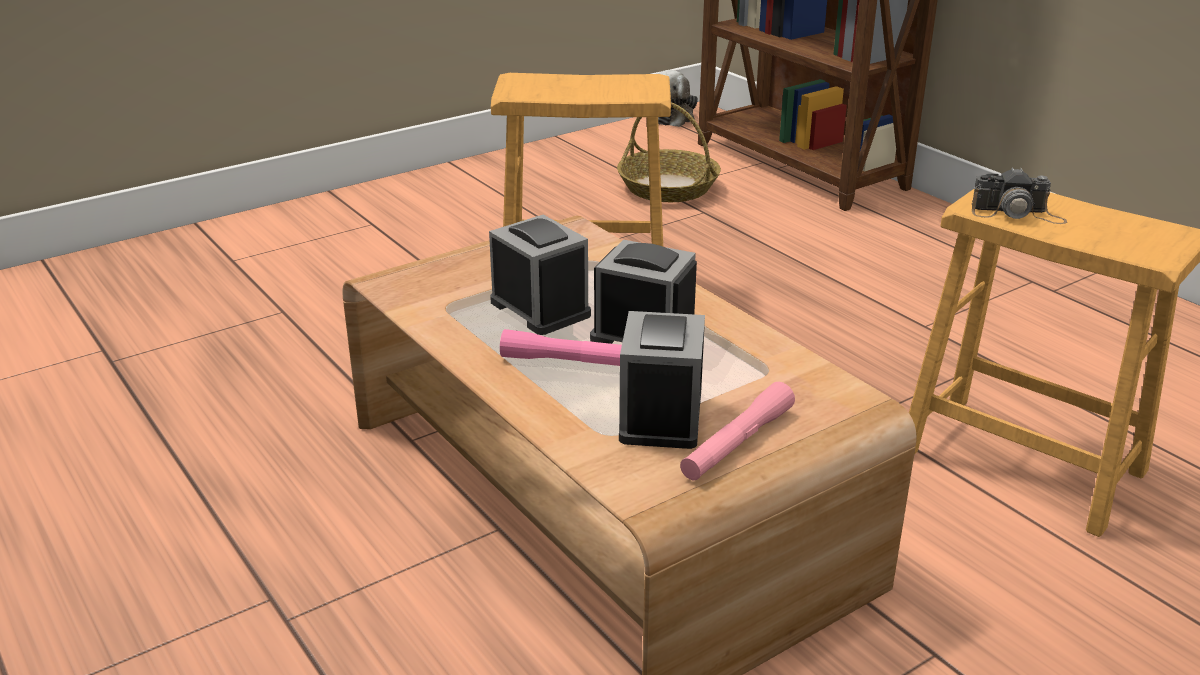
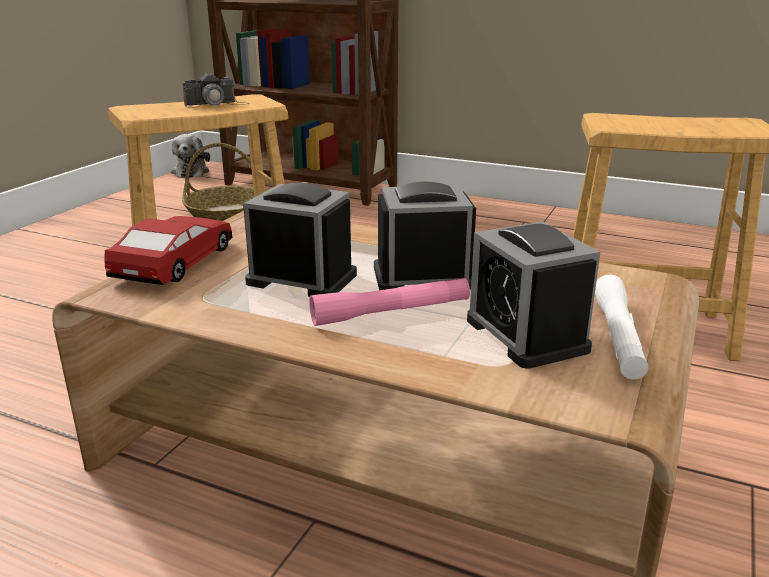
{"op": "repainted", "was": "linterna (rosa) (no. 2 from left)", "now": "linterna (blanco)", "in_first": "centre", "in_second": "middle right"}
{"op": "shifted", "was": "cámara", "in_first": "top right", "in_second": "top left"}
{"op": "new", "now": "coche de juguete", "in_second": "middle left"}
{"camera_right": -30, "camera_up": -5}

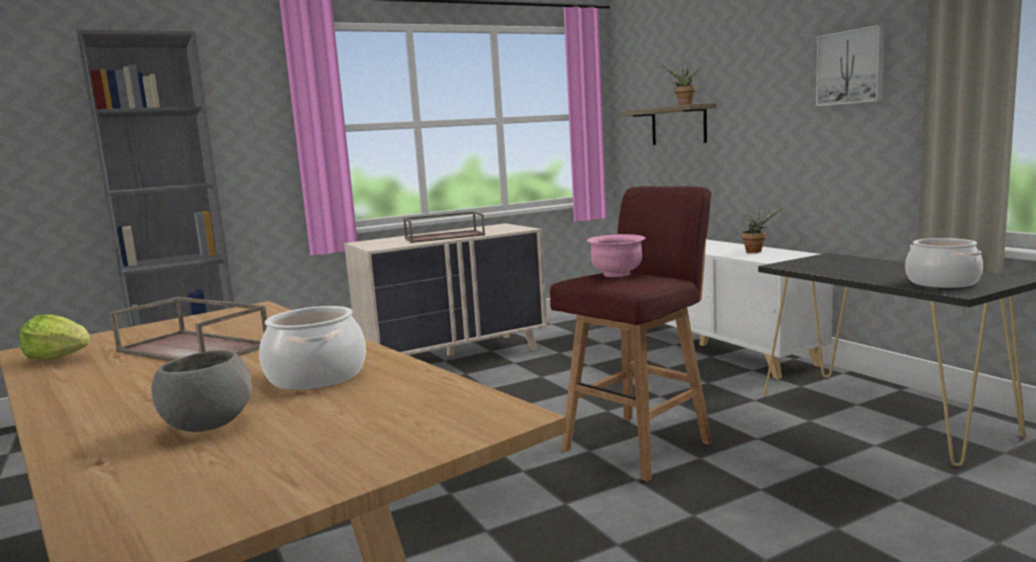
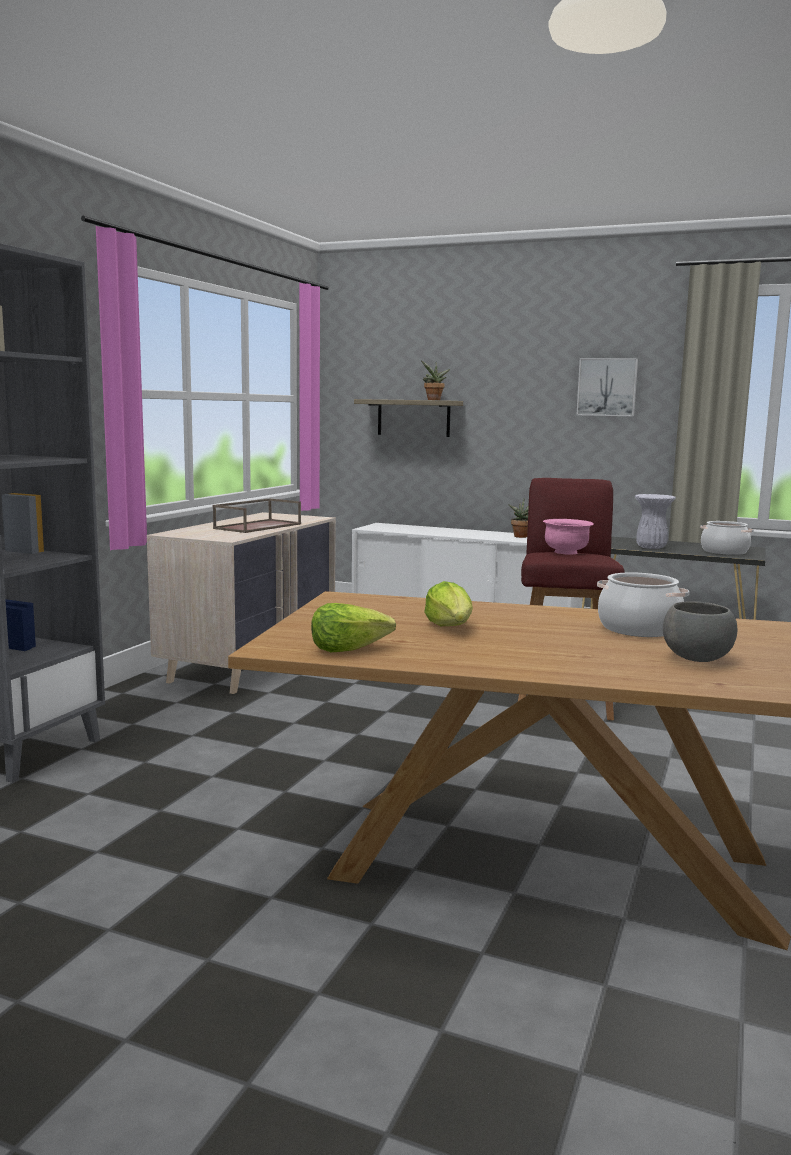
{"op": "swapped", "was": "bandeja (marrón) (no. 1 from left)", "now": "lechuga (no. 2 from left)", "in_first": "middle left", "in_second": "centre"}
{"op": "new", "now": "florero (blanco)", "in_second": "middle right"}
{"camera_right": -40, "camera_up": 0}

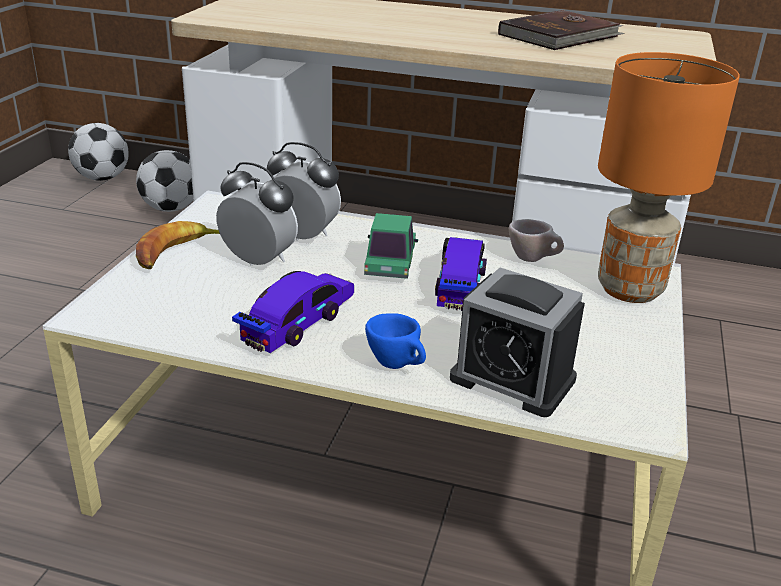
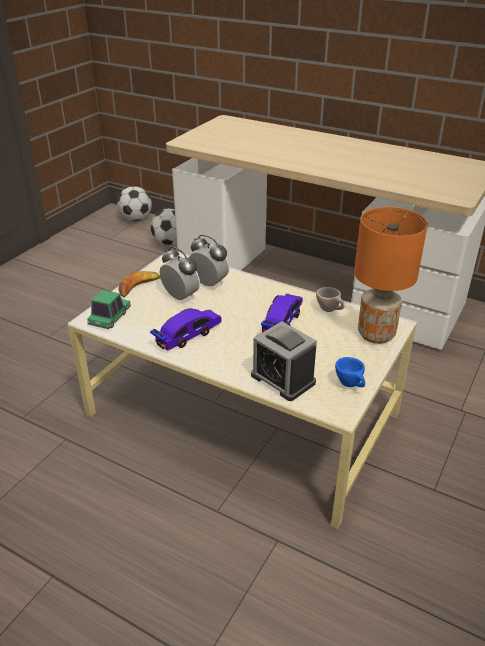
{"op": "shifted", "was": "coche de juguete (no. 2 from left in the first image)", "now": "coche de juguete (no. 1 from left)", "in_first": "centre", "in_second": "middle left"}
{"op": "shifted", "was": "taza (azul)", "in_first": "centre", "in_second": "middle right"}
{"op": "gone", "was": "libro (marrón)", "in_first": "top right"}
{"camera_right": 15, "camera_up": 5}

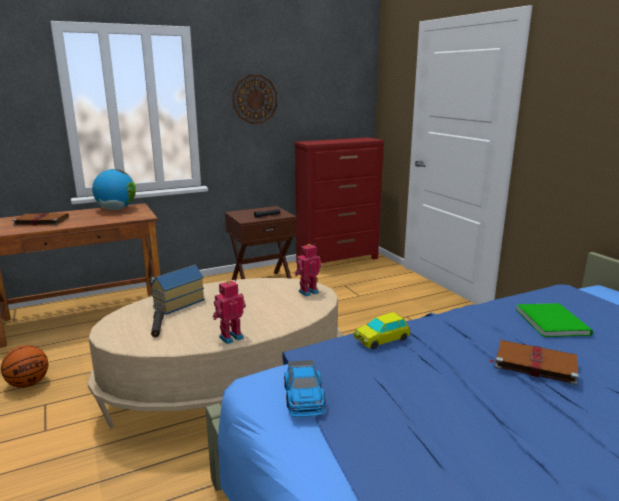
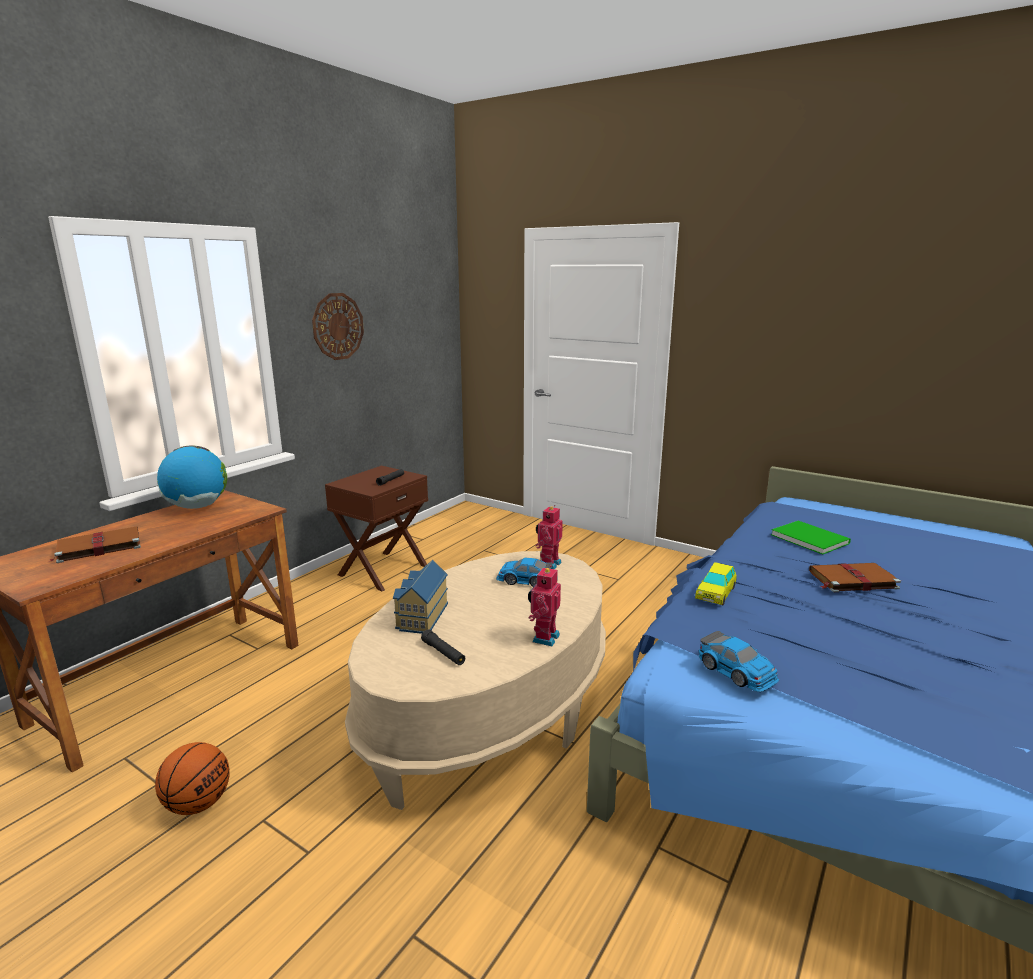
{"op": "gone", "was": "cómoda (rojo)", "in_first": "centre"}
{"op": "new", "now": "coche de juguete (no. 1 from left)", "in_second": "centre"}
{"camera_right": -30, "camera_up": 0}

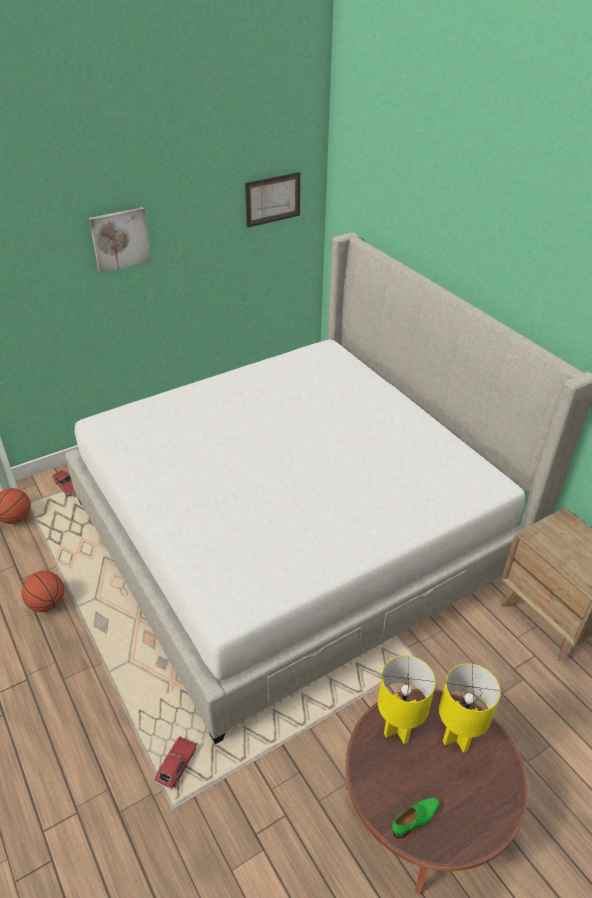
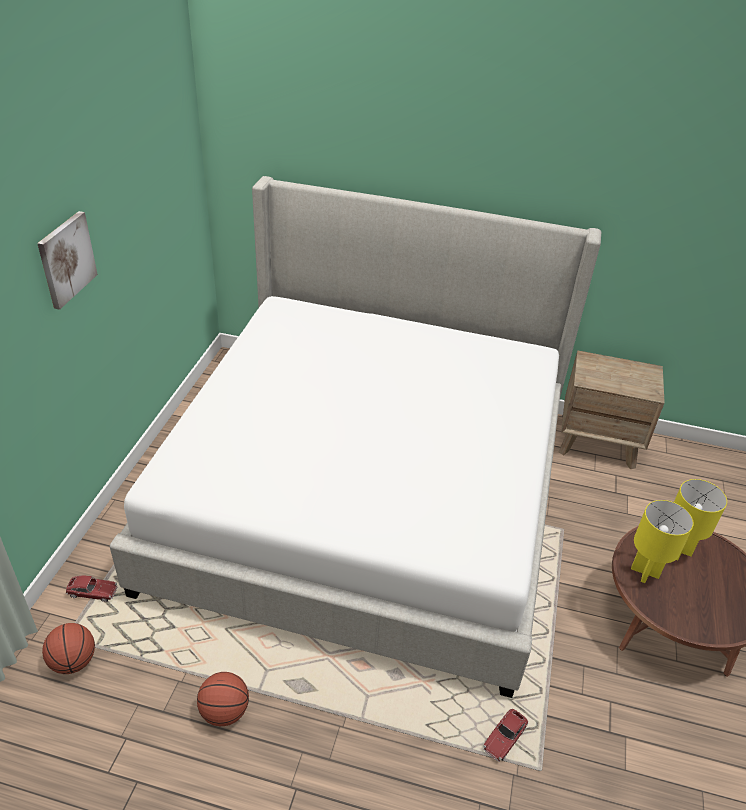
{"op": "rotated", "was": "coche de juguete (no. 2 from left)", "in_first": "bottom left", "in_second": "bottom right", "clockwise": -120}
{"op": "gone", "was": "cuadro (no. 2 from left)", "in_first": "top centre"}
{"op": "gone", "was": "zapato (verde)", "in_first": "bottom right"}
{"camera_right": -45, "camera_up": 0}

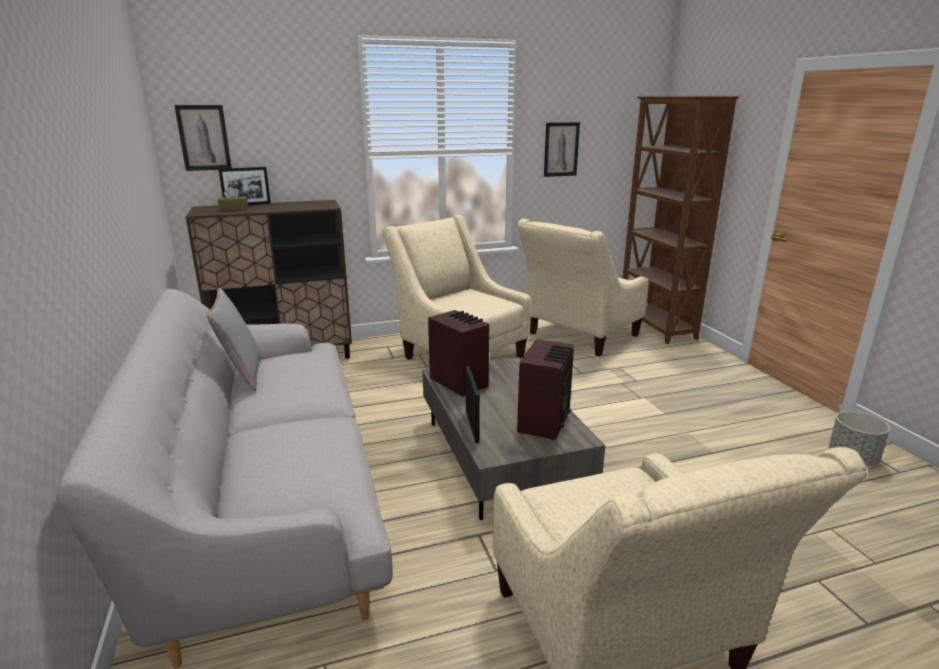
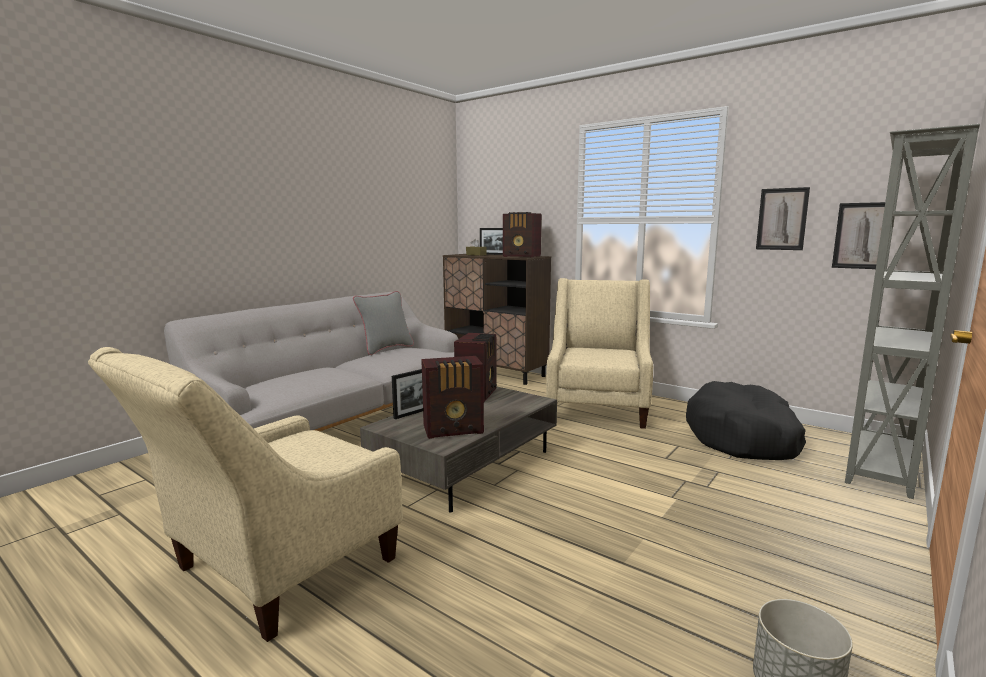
{"op": "shifted", "was": "cuadro (no. 1 from left in the first image)", "now": "cuadro (no. 2 from left)", "in_first": "top left", "in_second": "middle right"}
{"op": "swapped", "was": "sillón (beis) (no. 2 from left)", "now": "cama para perro (negro)", "in_first": "centre", "in_second": "middle right"}
{"op": "repainted", "was": "estantería (marrón)", "now": "estantería (gris)", "in_first": "top right", "in_second": "middle right"}
{"op": "new", "now": "radio (no. 3 from left)", "in_second": "centre"}
{"camera_right": 55, "camera_up": -10}

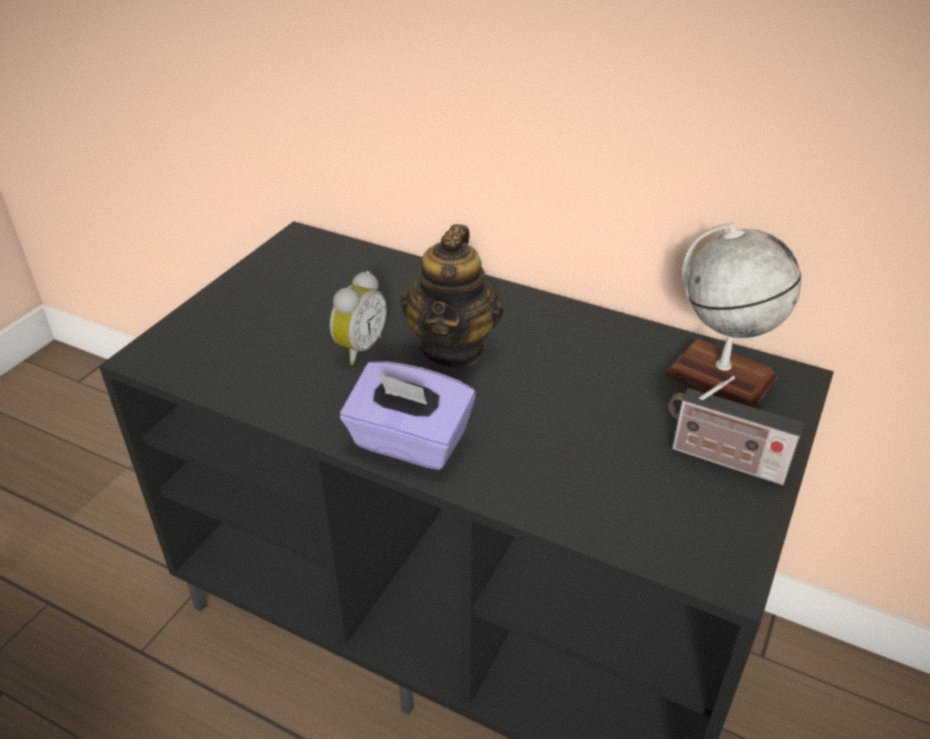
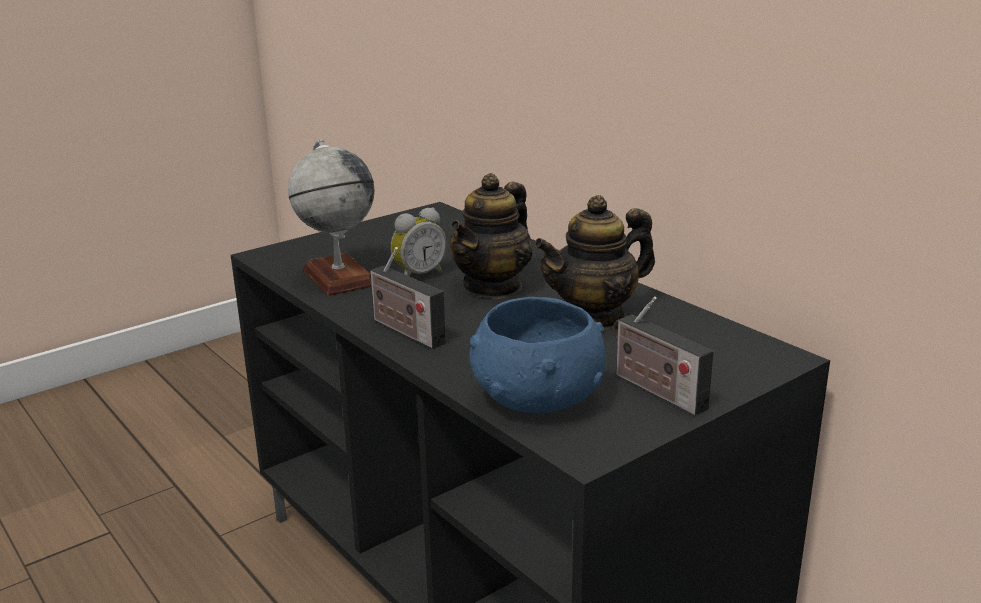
{"op": "swapped", "was": "caja de pañuelos (morado)", "now": "radio (no. 1 from left)", "in_first": "centre", "in_second": "centre"}
{"op": "shifted", "was": "globo terráqueo", "in_first": "middle right", "in_second": "centre"}
{"op": "new", "now": "cuenco (azul)", "in_second": "centre"}
{"op": "new", "now": "tetera (no. 2 from left)", "in_second": "centre"}
{"camera_right": 25, "camera_up": -15}

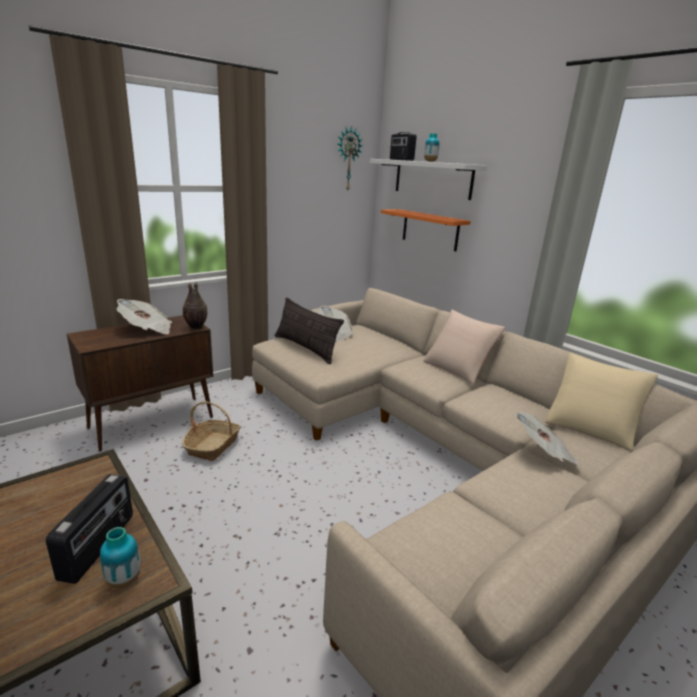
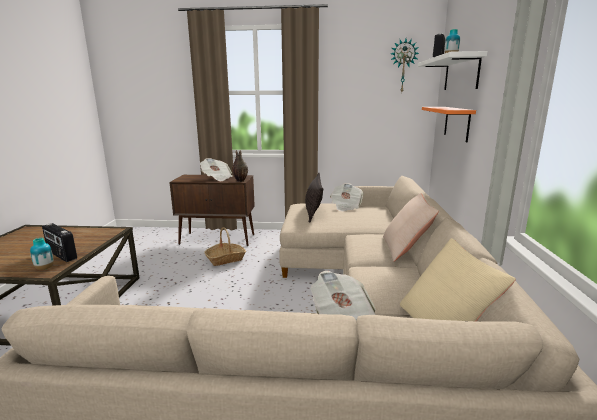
{"op": "rotated", "was": "radio (no. 1 from left)", "in_first": "bottom left", "in_second": "middle left", "clockwise": 75}
{"camera_right": 45, "camera_up": -5}

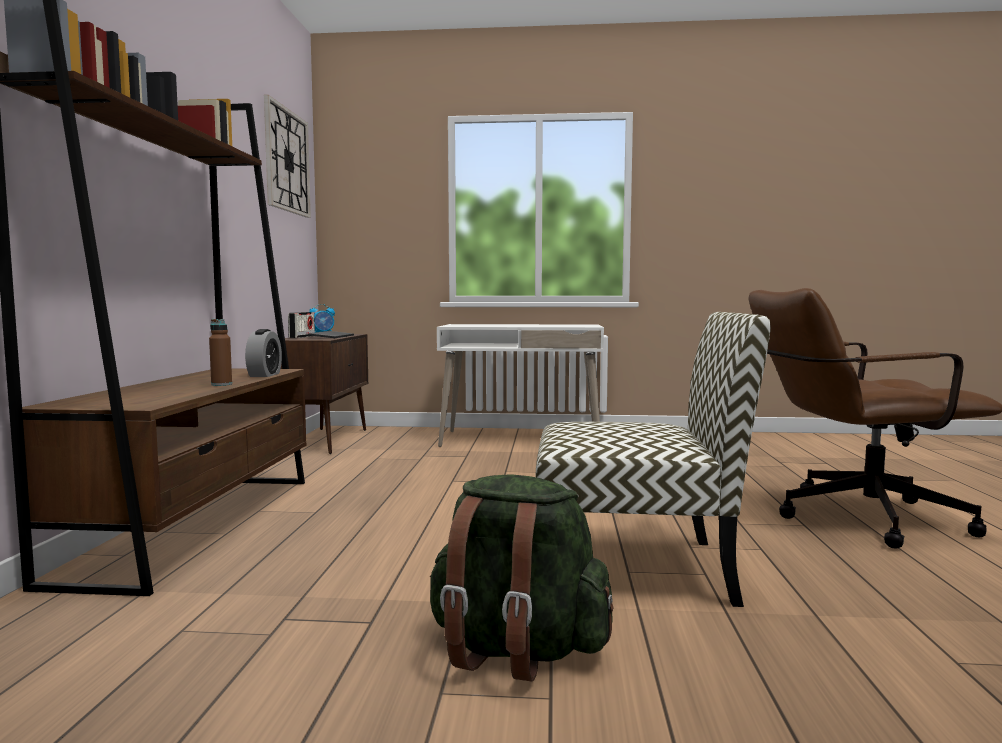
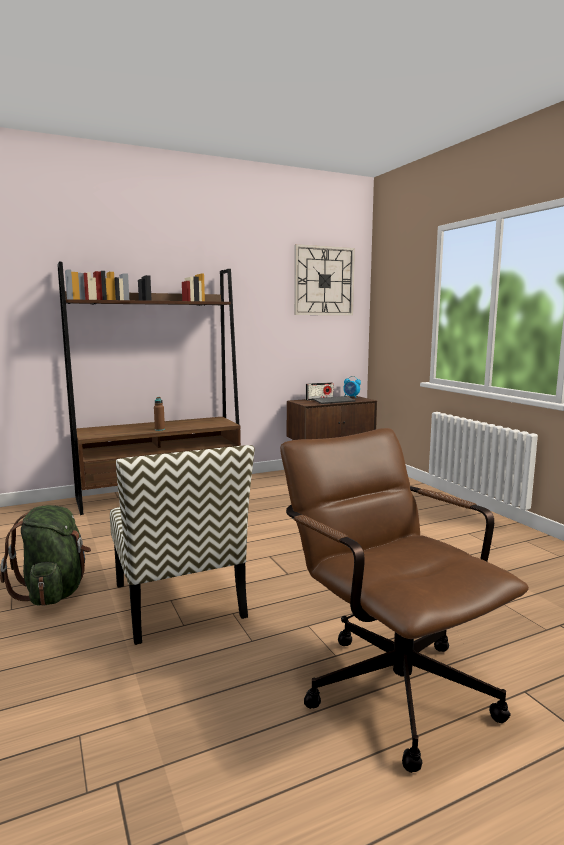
{"op": "gone", "was": "despertador (no. 1 from left)", "in_first": "middle left"}
{"op": "gone", "was": "escritorio (blanco)", "in_first": "centre"}
{"camera_right": 60, "camera_up": 5}

